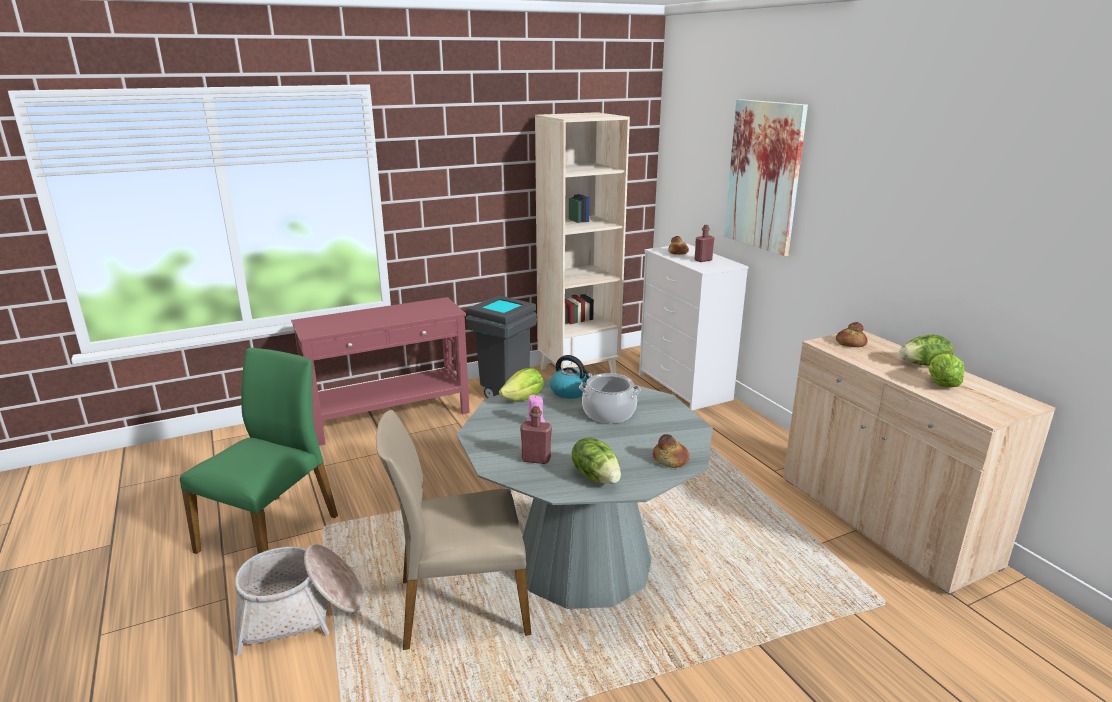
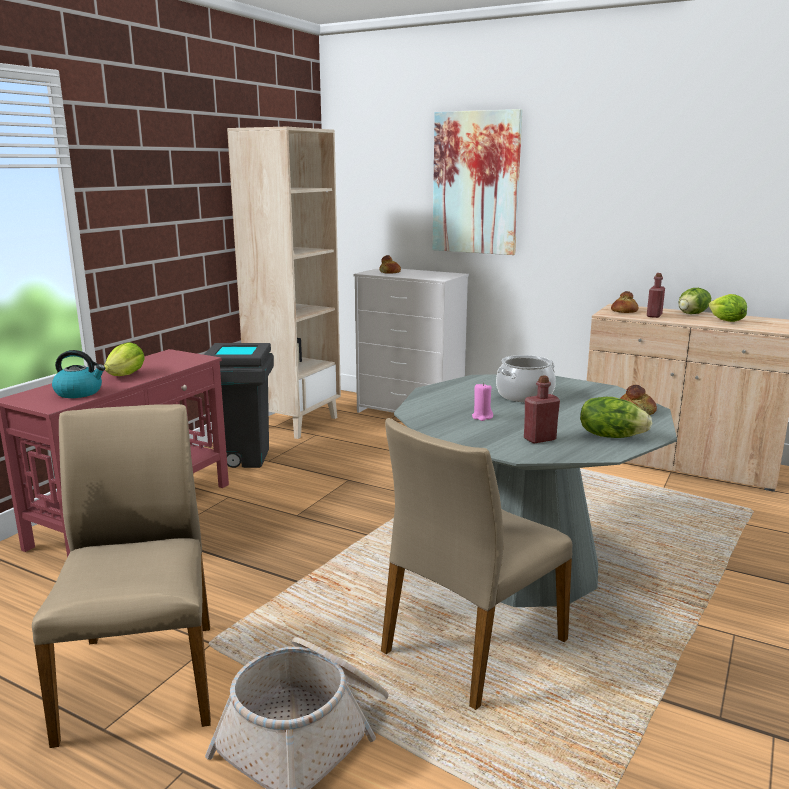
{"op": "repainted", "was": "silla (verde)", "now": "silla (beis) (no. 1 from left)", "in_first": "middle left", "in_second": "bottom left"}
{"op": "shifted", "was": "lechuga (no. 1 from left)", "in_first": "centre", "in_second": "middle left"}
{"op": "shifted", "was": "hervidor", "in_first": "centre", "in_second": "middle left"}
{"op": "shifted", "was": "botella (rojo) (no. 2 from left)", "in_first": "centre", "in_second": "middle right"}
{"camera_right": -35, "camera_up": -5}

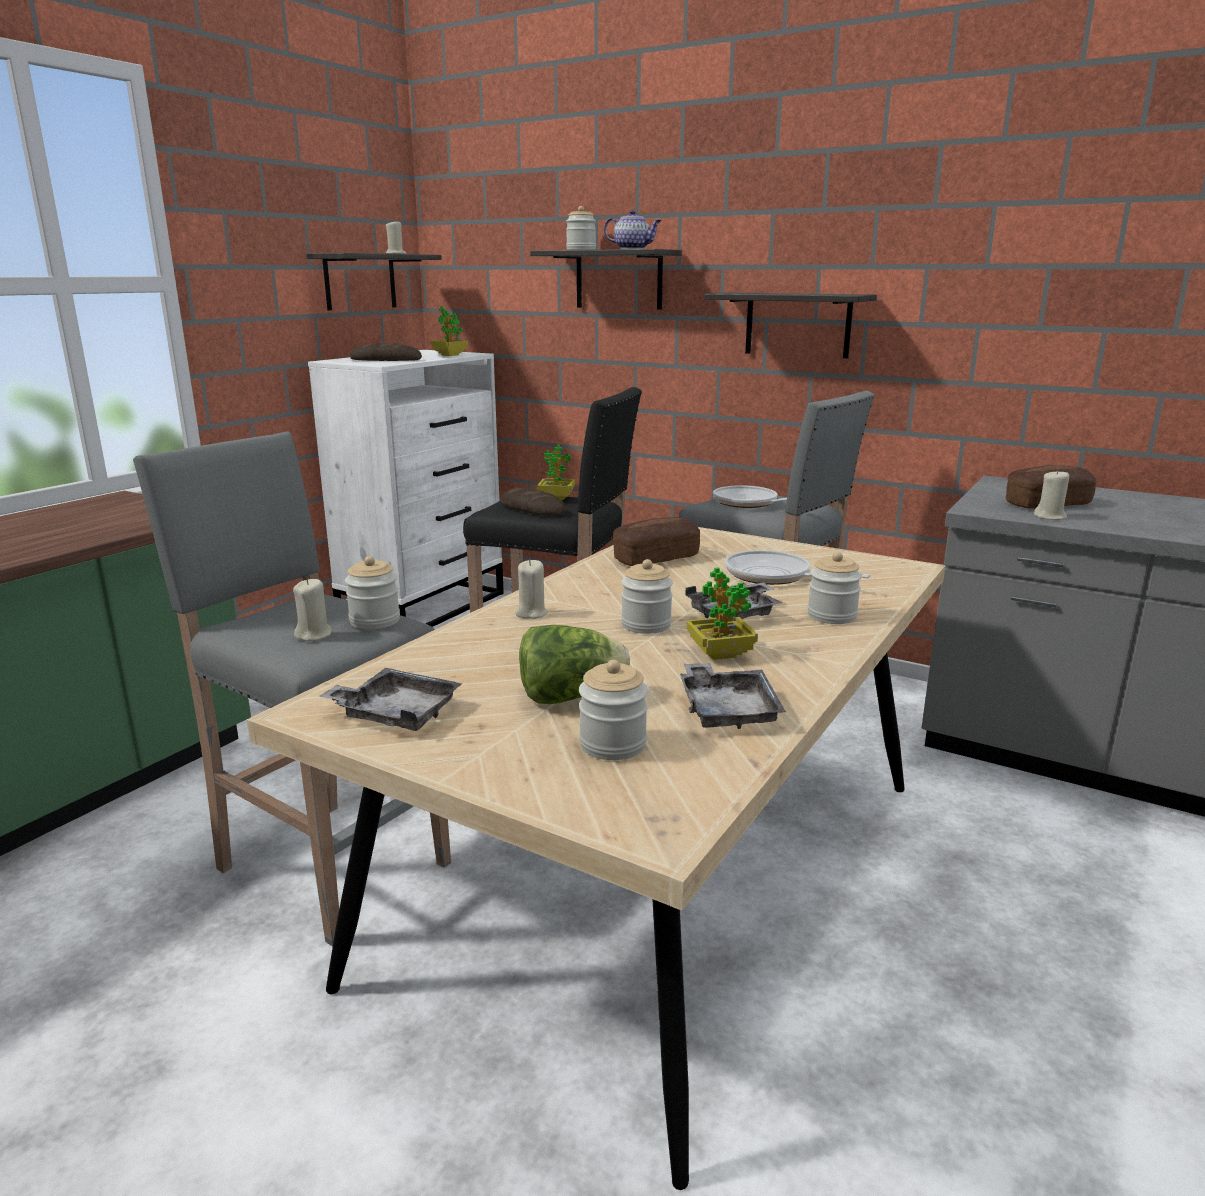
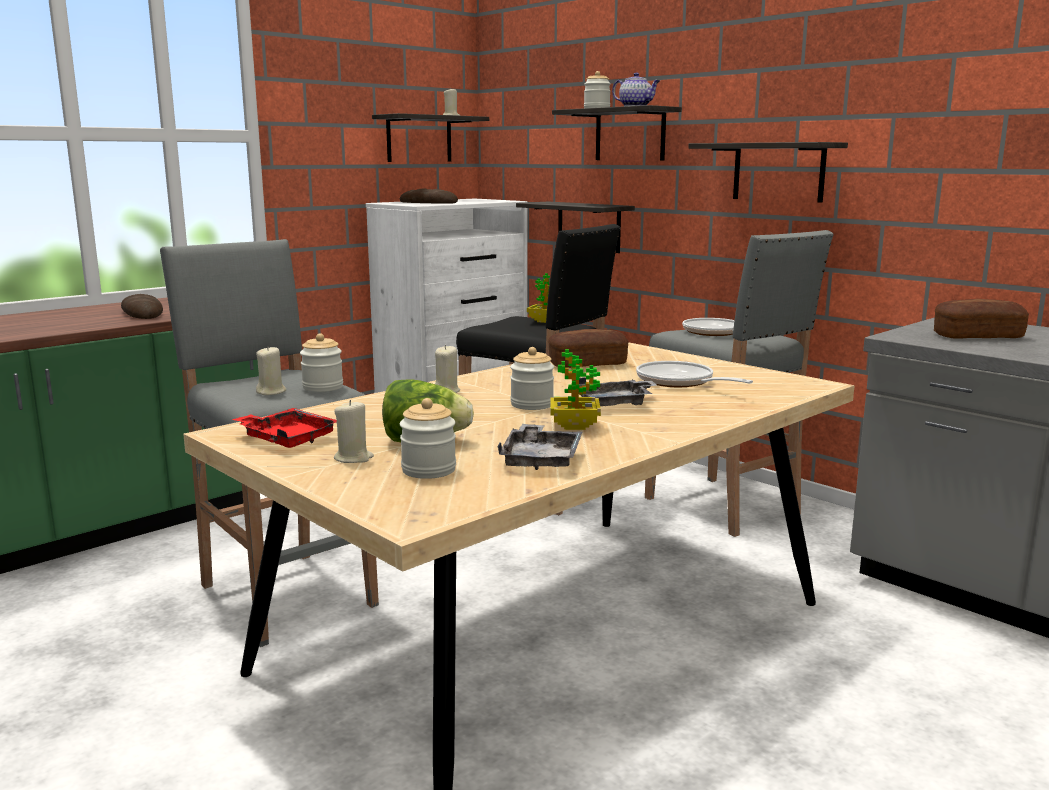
{"op": "repainted", "was": "bandeja (gris) (no. 1 from left)", "now": "bandeja (rojo)", "in_first": "middle left", "in_second": "middle left"}
{"op": "gone", "was": "planta en maceta (no. 1 from left)", "in_first": "top centre"}
{"op": "shifted", "was": "pan (no. 2 from left in the first image)", "now": "pan (no. 1 from left)", "in_first": "centre", "in_second": "middle left"}
{"op": "gone", "was": "tarro (no. 5 from left)", "in_first": "middle right"}
{"op": "shifted", "was": "vela (beis) (no. 4 from left in the first image)", "now": "vela (beis) (no. 2 from left)", "in_first": "middle right", "in_second": "centre"}
{"op": "new", "now": "estante (no. 2 from left)", "in_second": "top centre"}
{"camera_right": 15, "camera_up": -5}

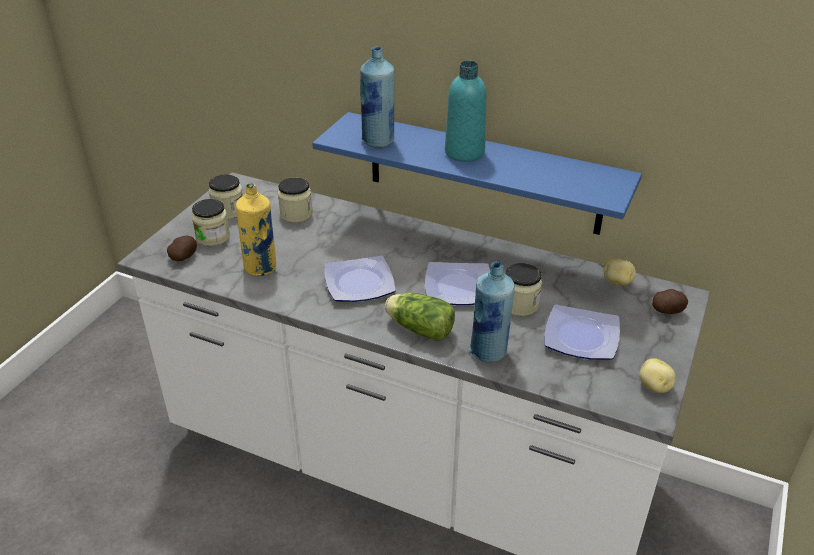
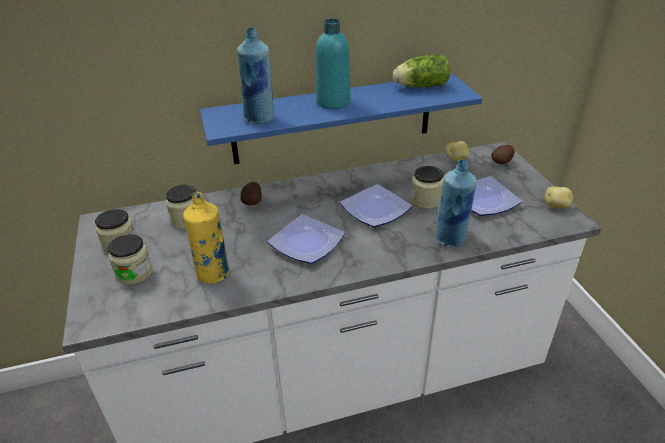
{"op": "shifted", "was": "patata (no. 1 from left)", "in_first": "middle left", "in_second": "centre"}
{"op": "shifted", "was": "lechuga", "in_first": "centre", "in_second": "top centre"}
{"camera_right": -40, "camera_up": 0}

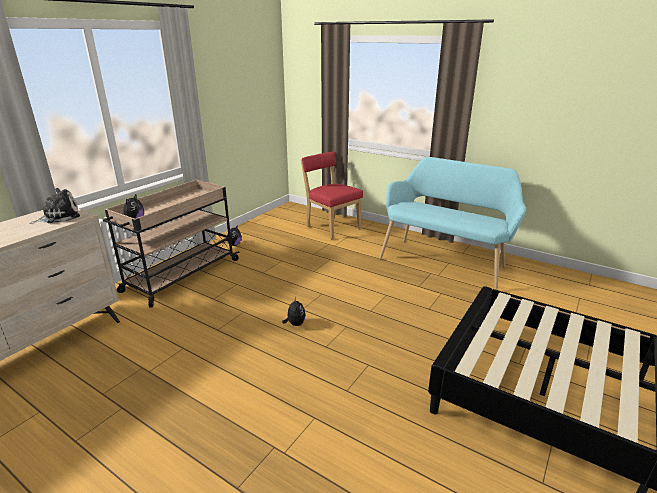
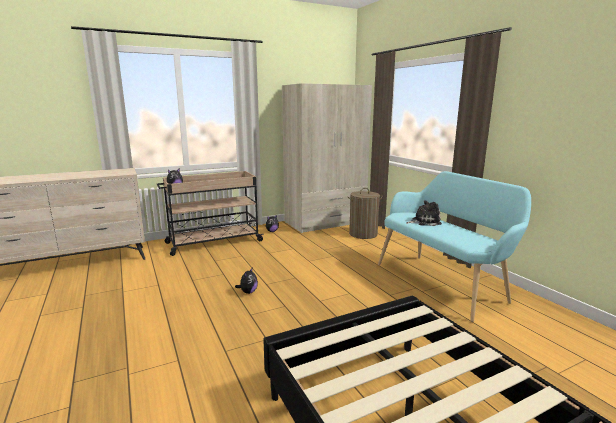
{"op": "shifted", "was": "peluche (no. 1 from left in the first image)", "now": "peluche (no. 4 from left)", "in_first": "middle left", "in_second": "middle right"}
{"op": "swapped", "was": "silla (rojo)", "now": "cesto de la ropa", "in_first": "centre", "in_second": "centre"}
{"op": "new", "now": "armario ropero (beis)", "in_second": "centre"}
{"camera_right": 30, "camera_up": -10}

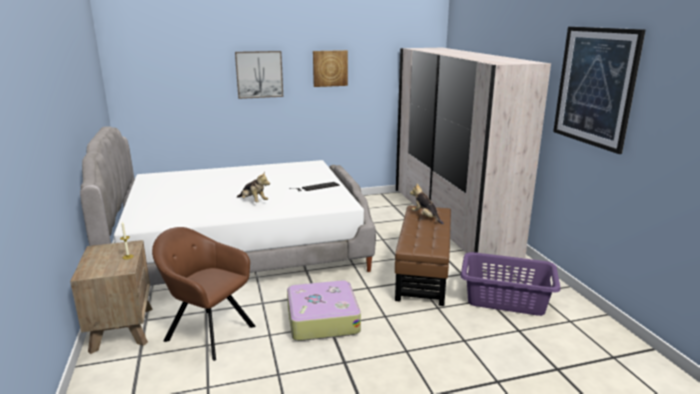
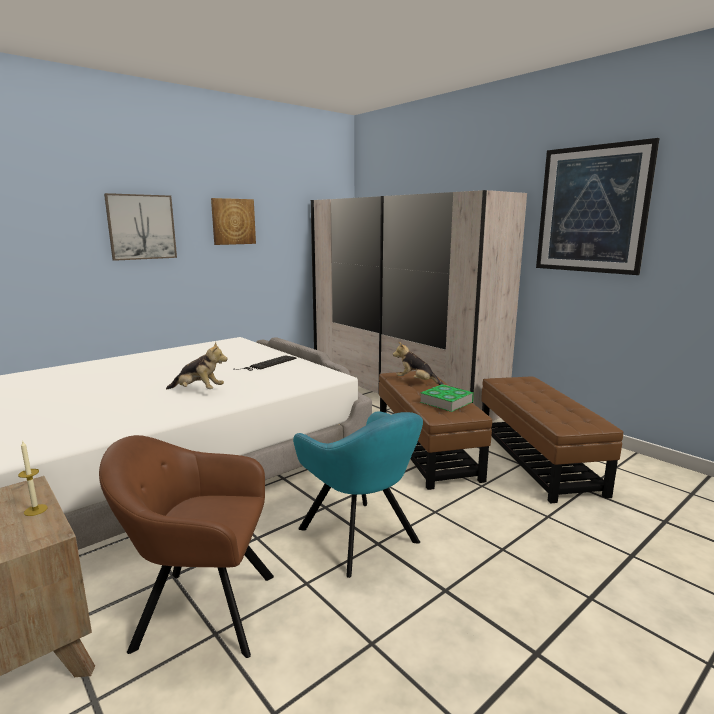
{"op": "swapped", "was": "maleta", "now": "sillón (turquesa)", "in_first": "bottom centre", "in_second": "bottom centre"}
{"op": "swapped", "was": "cesto de la ropa (morado)", "now": "puf (marrón) (no. 2 from left)", "in_first": "bottom right", "in_second": "middle right"}
{"op": "new", "now": "libro", "in_second": "centre"}
{"camera_right": -25, "camera_up": -5}

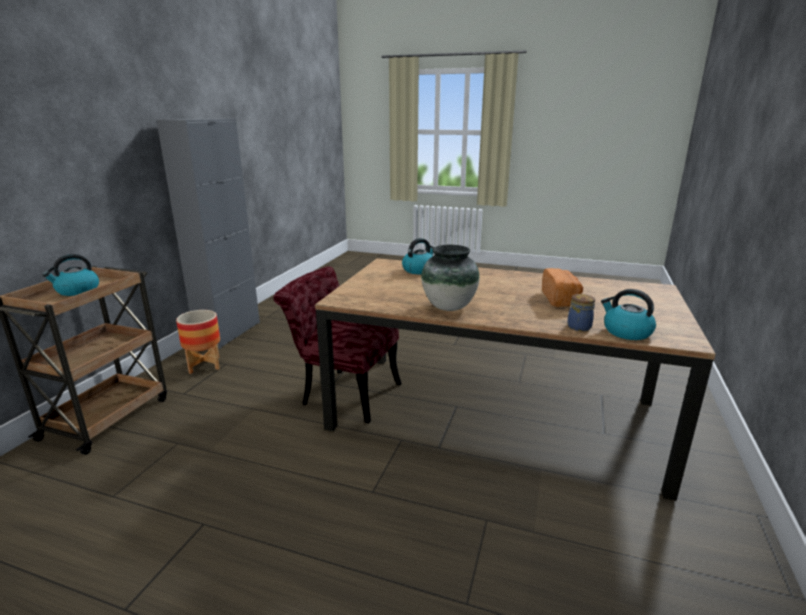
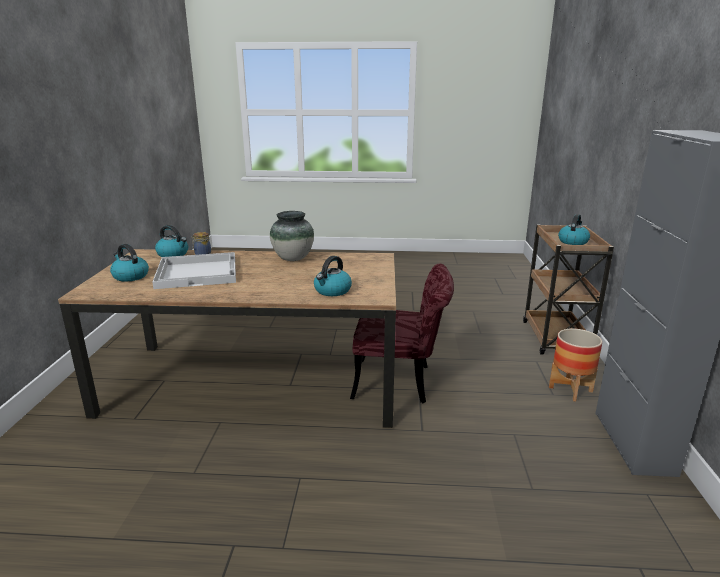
{"op": "swapped", "was": "pan", "now": "bandeja (blanco)", "in_first": "middle right", "in_second": "middle left"}
{"op": "new", "now": "hervidor (no. 1 from left)", "in_second": "middle left"}
{"camera_right": 165, "camera_up": 0}

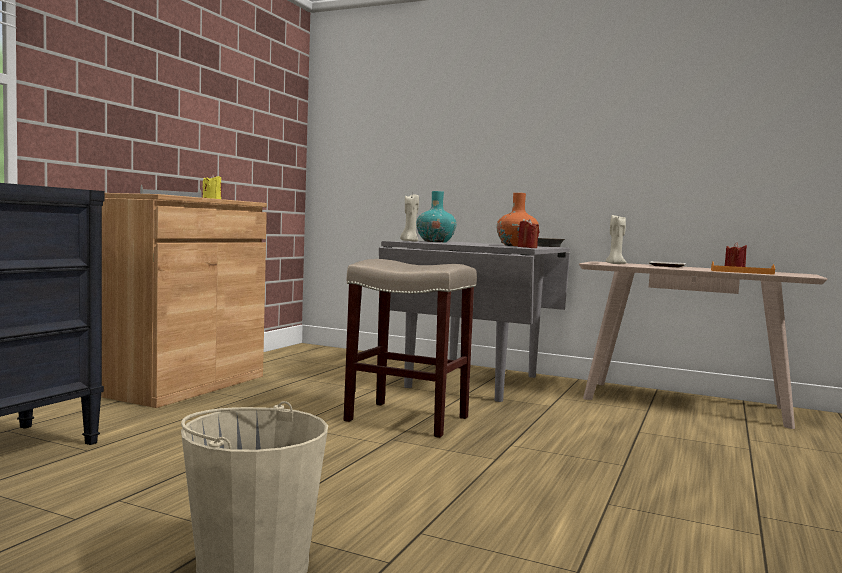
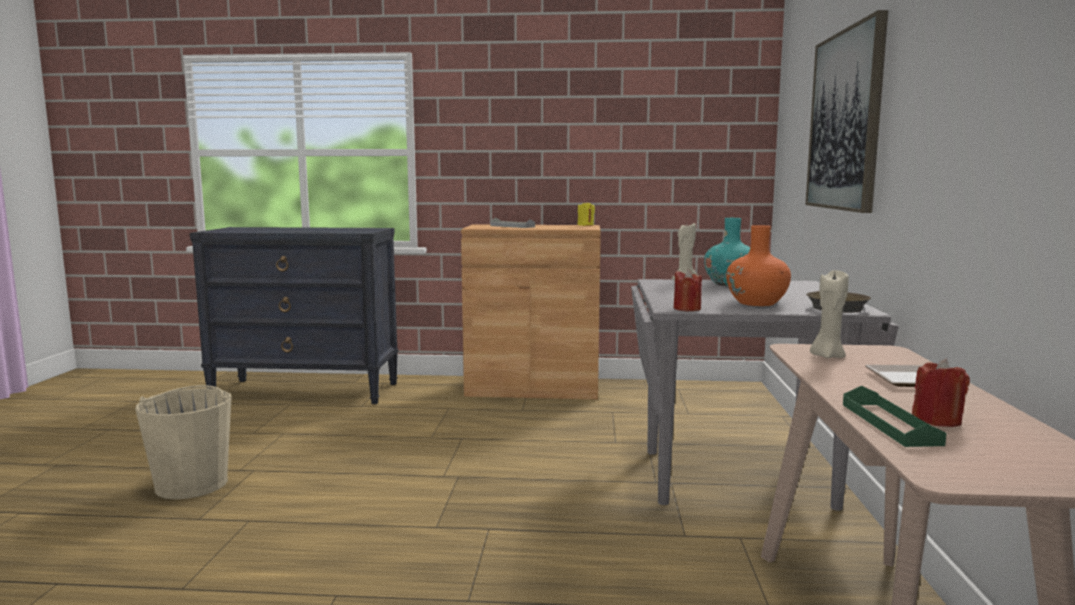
{"op": "gone", "was": "taburete (beis)", "in_first": "centre"}
{"op": "repainted", "was": "bandeja (naranja)", "now": "bandeja (verde)", "in_first": "middle right", "in_second": "bottom right"}
{"op": "new", "now": "cuadro", "in_second": "top right"}
{"camera_right": 70, "camera_up": 5}

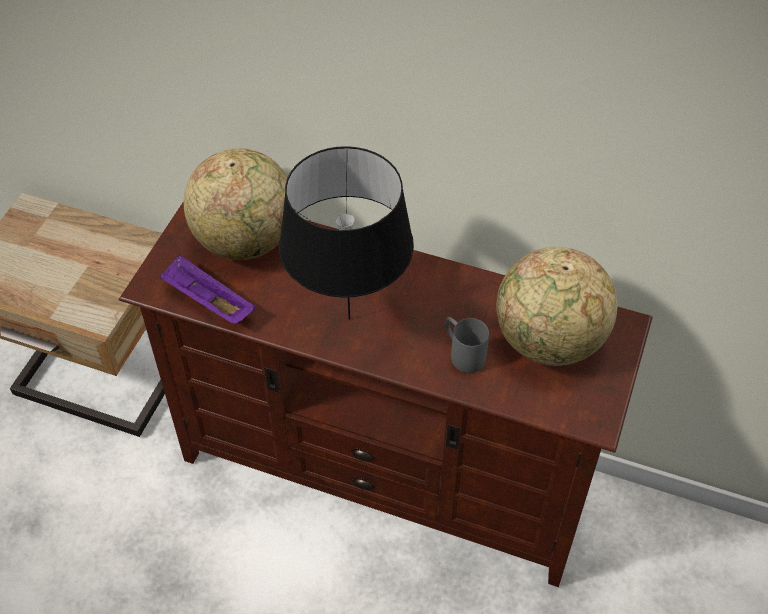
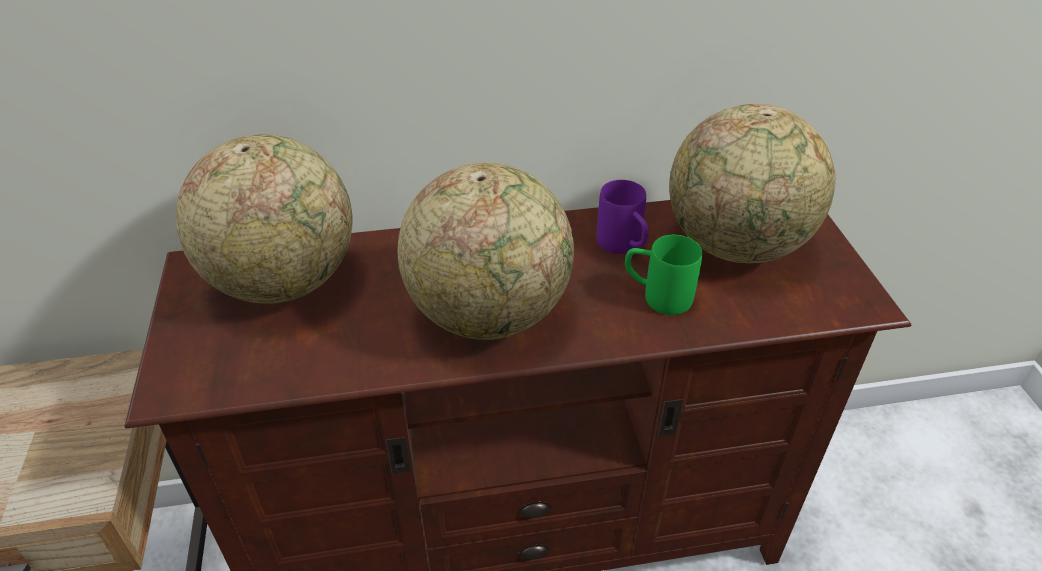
{"op": "gone", "was": "bandeja (morado)", "in_first": "middle left"}
{"op": "swapped", "was": "lámpara de mesa (negro)", "now": "globo terráqueo (no. 2 from left)", "in_first": "centre", "in_second": "centre"}
{"op": "repainted", "was": "taza grande (gris)", "now": "taza grande (verde)", "in_first": "centre", "in_second": "centre"}
{"op": "new", "now": "taza grande (morado)", "in_second": "centre"}
{"camera_right": -30, "camera_up": -10}

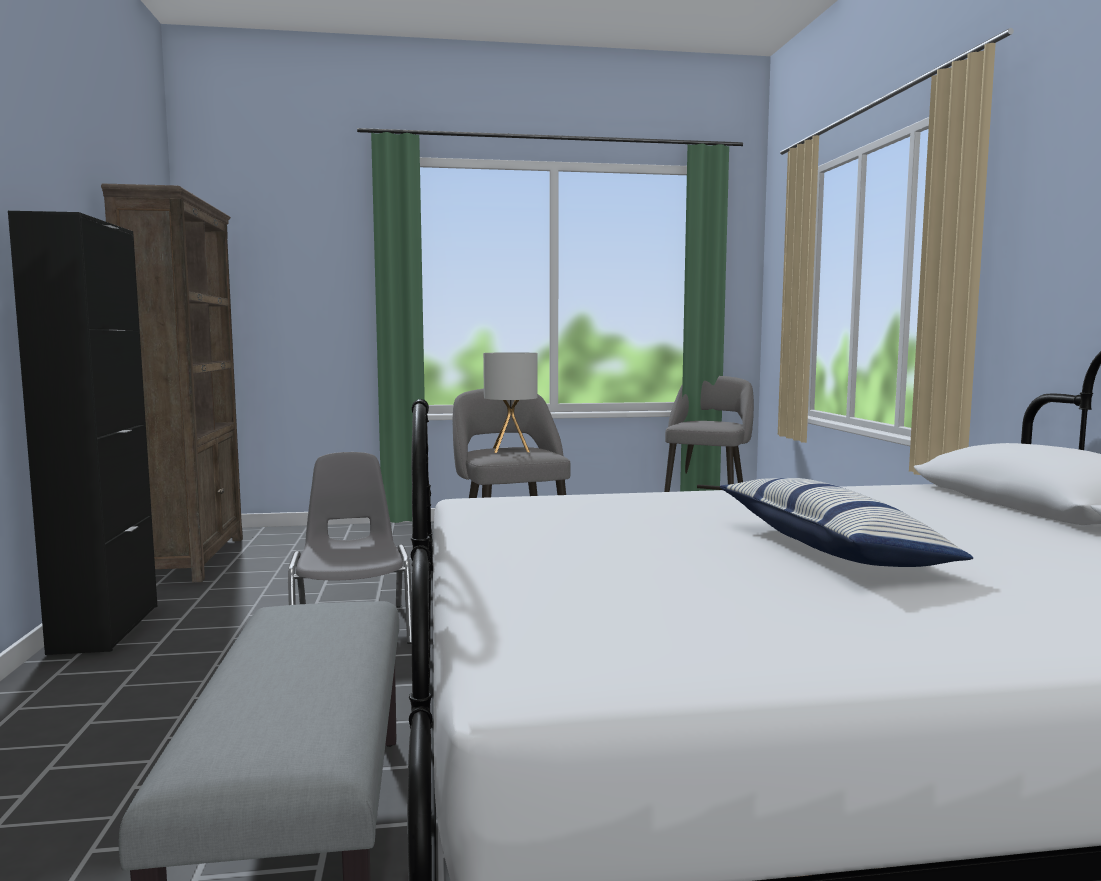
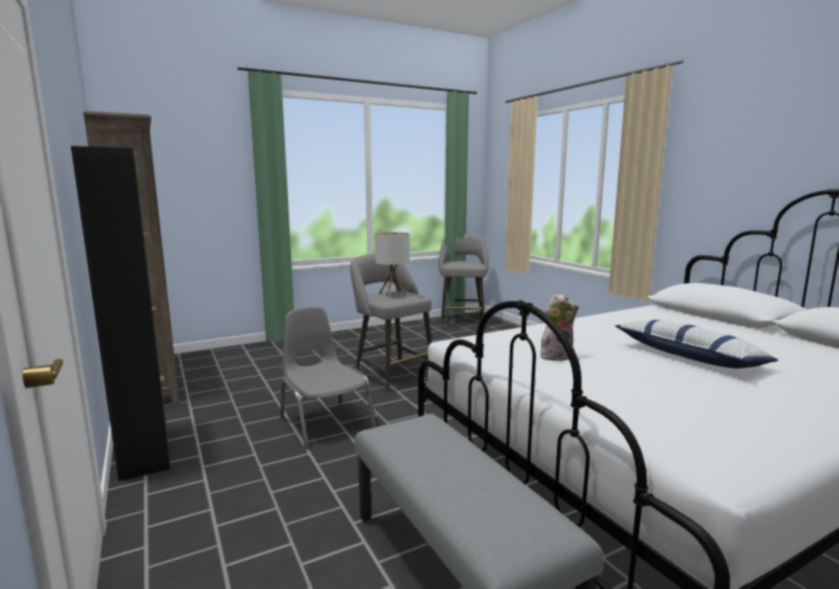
{"op": "new", "now": "peluche", "in_second": "middle right"}
{"camera_right": -20, "camera_up": 5}

